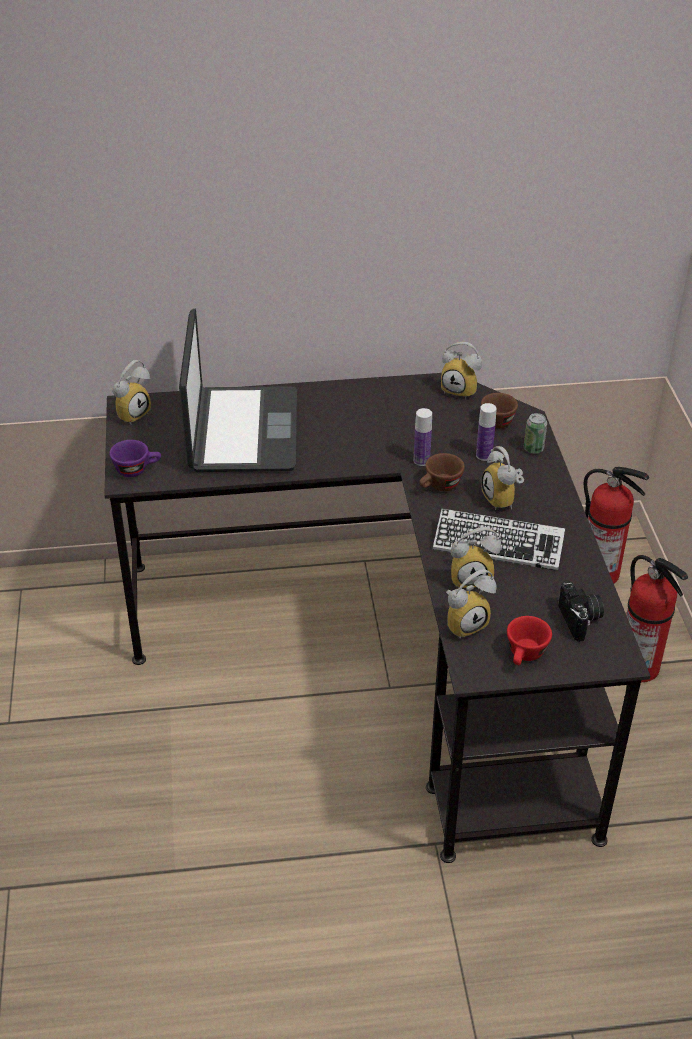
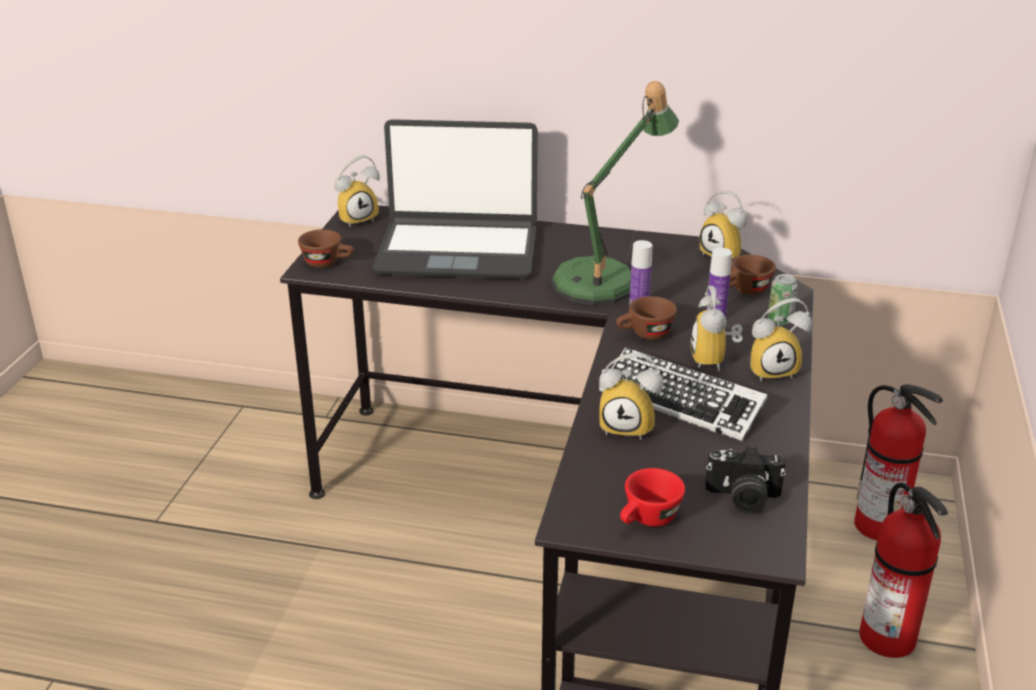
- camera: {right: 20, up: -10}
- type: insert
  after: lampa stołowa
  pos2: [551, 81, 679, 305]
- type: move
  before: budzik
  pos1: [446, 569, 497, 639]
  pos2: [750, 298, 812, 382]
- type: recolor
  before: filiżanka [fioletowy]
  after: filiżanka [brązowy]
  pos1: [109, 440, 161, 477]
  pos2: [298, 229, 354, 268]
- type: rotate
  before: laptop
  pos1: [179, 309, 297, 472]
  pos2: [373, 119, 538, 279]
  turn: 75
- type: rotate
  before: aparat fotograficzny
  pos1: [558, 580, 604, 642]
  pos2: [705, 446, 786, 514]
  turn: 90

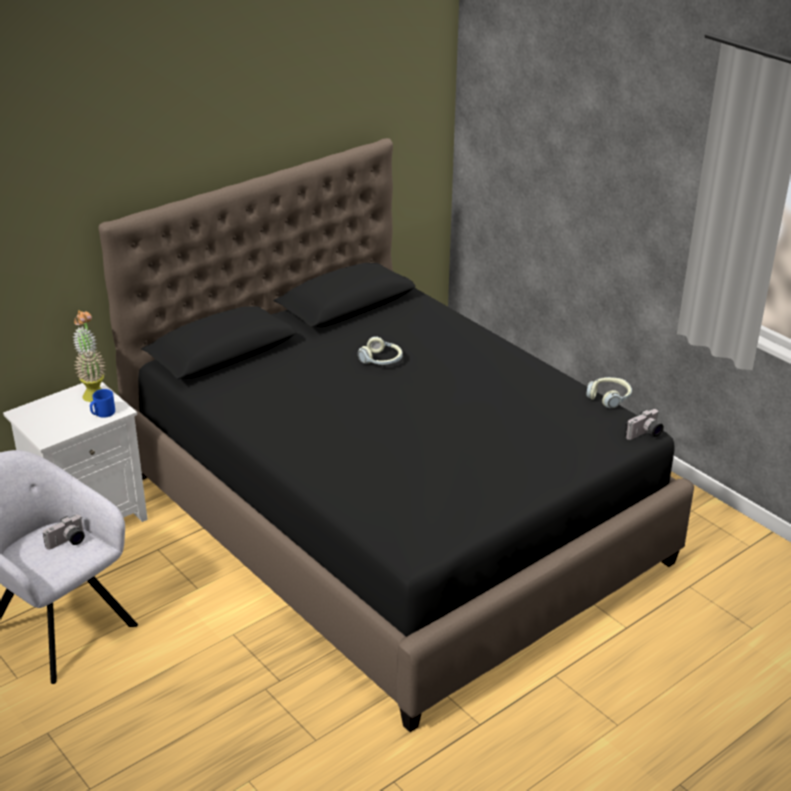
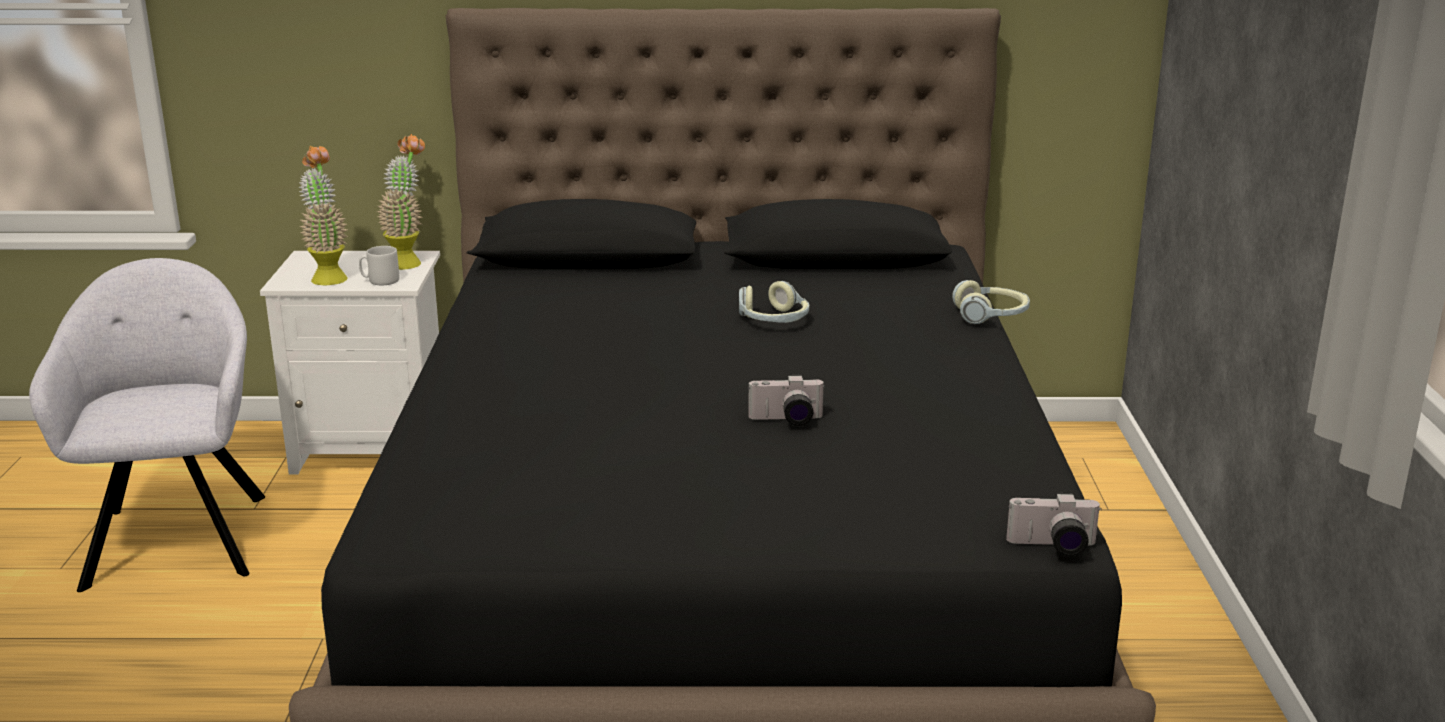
- camera: {right: 40, up: -10}
- type: insert
  after: roślina doniczkowa
  pos2: [299, 146, 349, 285]
- type: move
  before: aparat fotograficzny
  pos1: [43, 515, 85, 550]
  pos2: [748, 375, 825, 426]
- type: move
  before: słuchawki
  pos1: [586, 377, 632, 408]
  pos2: [952, 280, 1030, 324]
- type: recolor
  before: kubek [niebieski]
  after: kubek [szary]
  pos1: [90, 389, 115, 418]
  pos2: [359, 246, 400, 285]

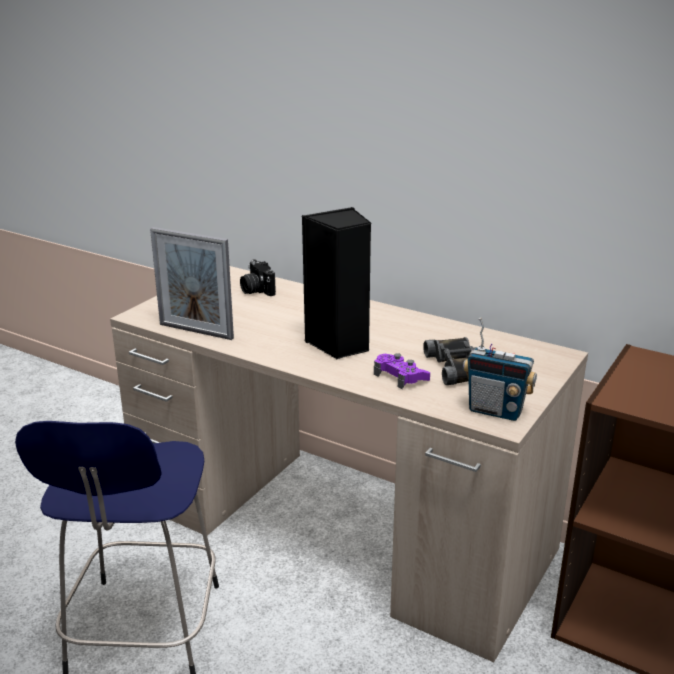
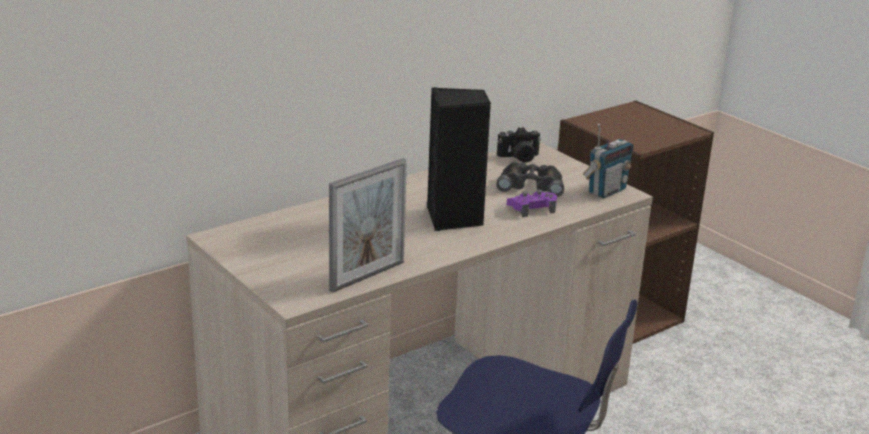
- camera: {right: -70, up: 0}
- type: move
  before: aparat fotograficzny
  pos1: [240, 259, 276, 296]
  pos2: [497, 127, 541, 163]

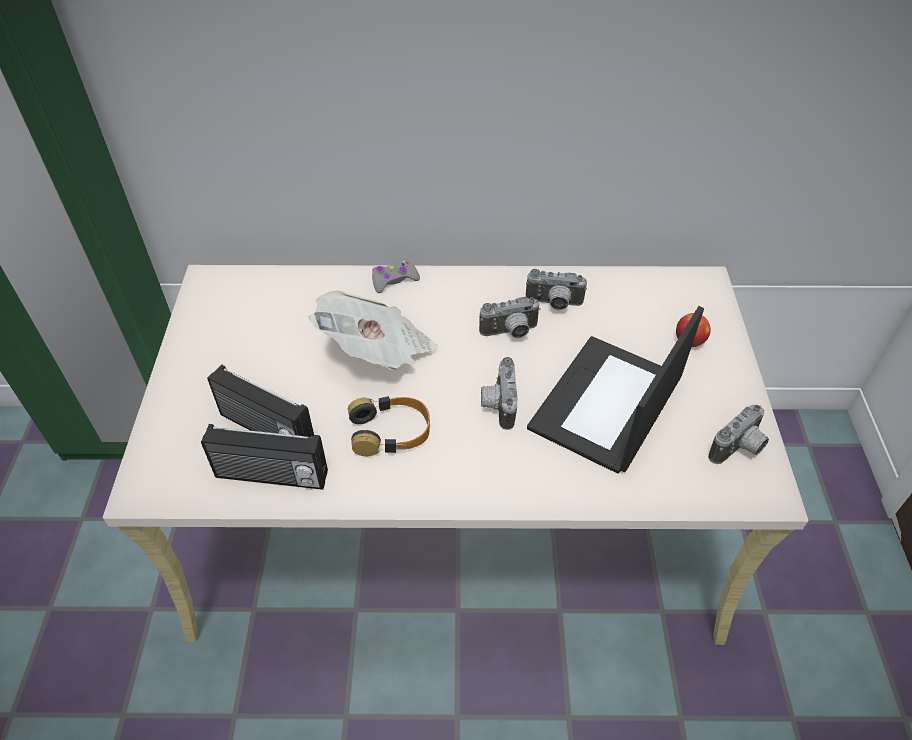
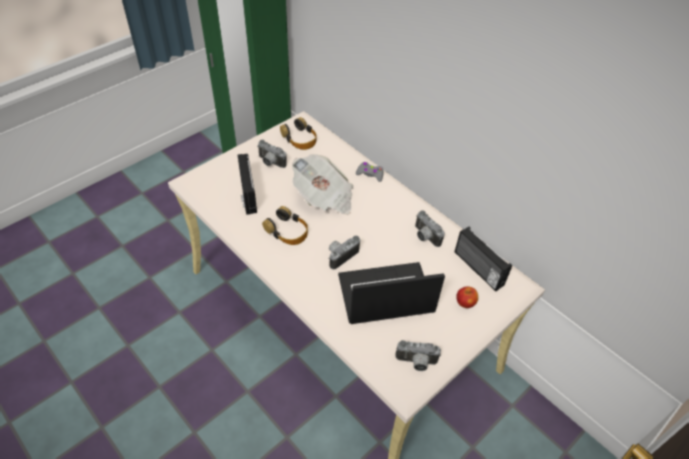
- camera: {right: 45, up: 0}
- type: insert
  after: słuchawki
  pos2: [280, 117, 317, 150]
- type: move
  before: radio
  pos1: [201, 424, 328, 490]
  pos2: [455, 227, 512, 291]
- type: move
  before: aparat fotograficzny
  pos1: [479, 297, 541, 338]
  pos2: [257, 140, 287, 168]

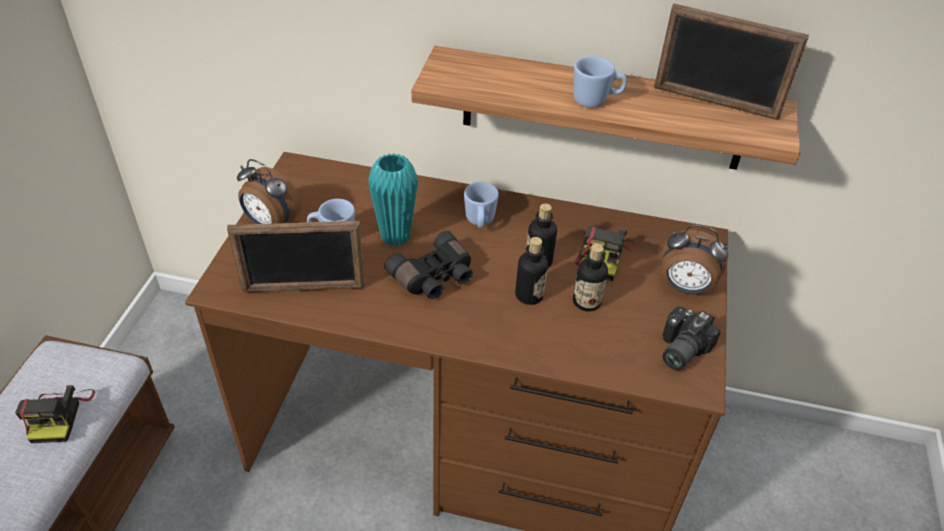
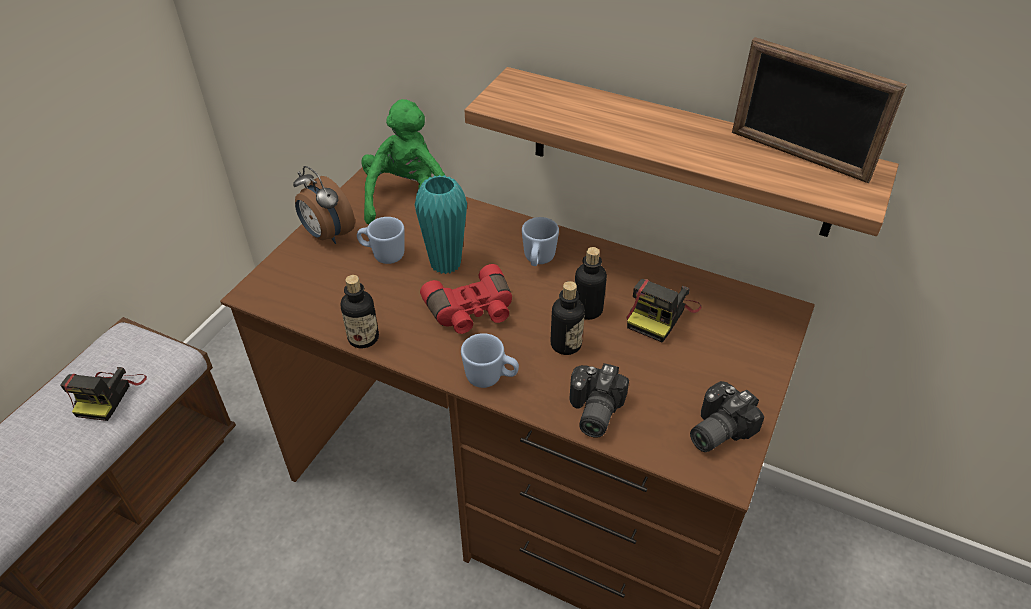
- camera: {right: 15, up: 0}
- type: delete
  before: ramka na zdjęcie
  pos1: [227, 221, 365, 293]
- type: delete
  before: budzik
  pos1: [661, 225, 728, 295]
- type: insert
  after: pluszak [zielony]
  pos2: [361, 99, 445, 225]
- type: insert
  after: aparat fotograficzny
  pos2: [569, 363, 629, 438]
- type: move
  before: kubek [niebieski]
  pos1: [573, 56, 627, 108]
  pos2: [461, 333, 519, 388]
- type: move
  before: butelka
  pos1: [573, 244, 608, 311]
  pos2: [340, 275, 379, 348]
- type: recolor
  before: lornetka [czarny]
  after: lornetka [czerwony]
  pos1: [384, 231, 473, 299]
  pos2: [420, 264, 512, 334]

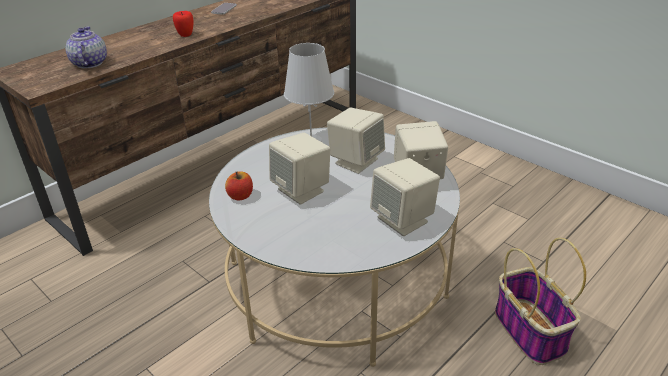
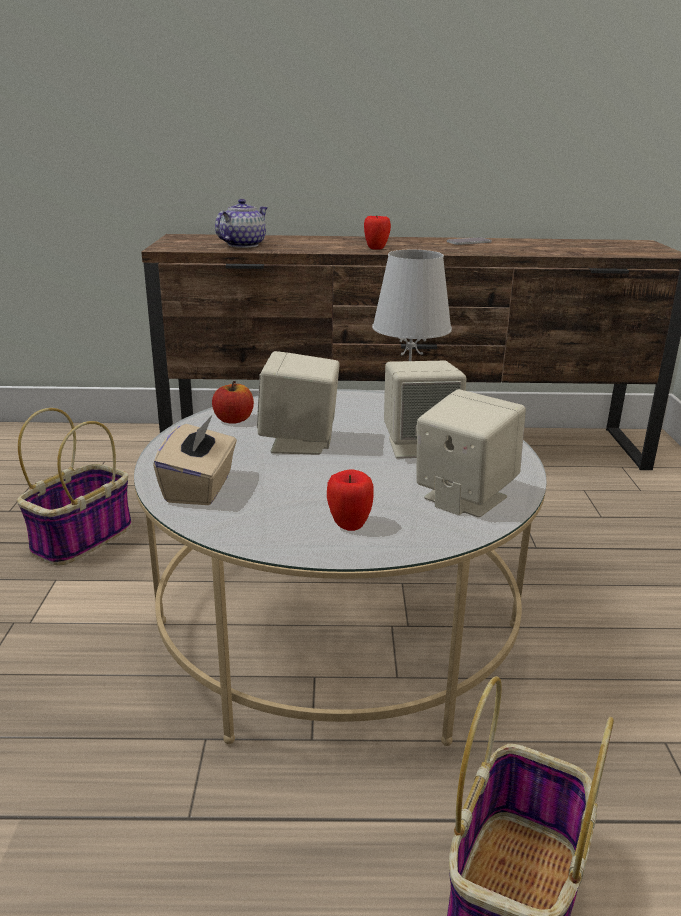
- camera: {right: 45, up: -10}
- type: insert
  after: koszyk
  pos2: [17, 408, 132, 565]
- type: insert
  after: pudełko chusteczek [beżowy]
  pos2: [153, 415, 237, 505]
- type: replace
  before: głośnik [beżowy]
  after: jabłko
  pos1: [370, 158, 440, 236]
  pos2: [327, 469, 374, 531]

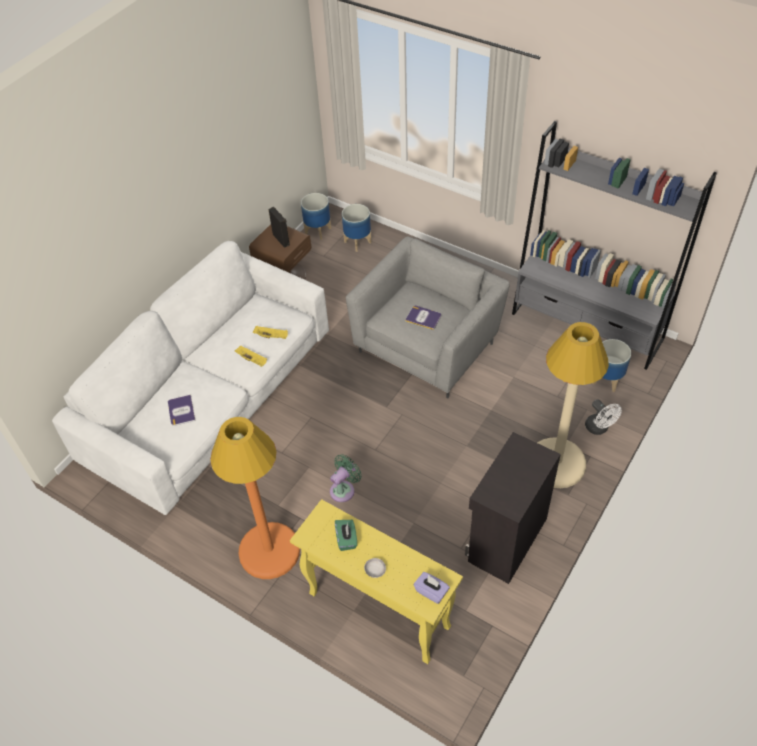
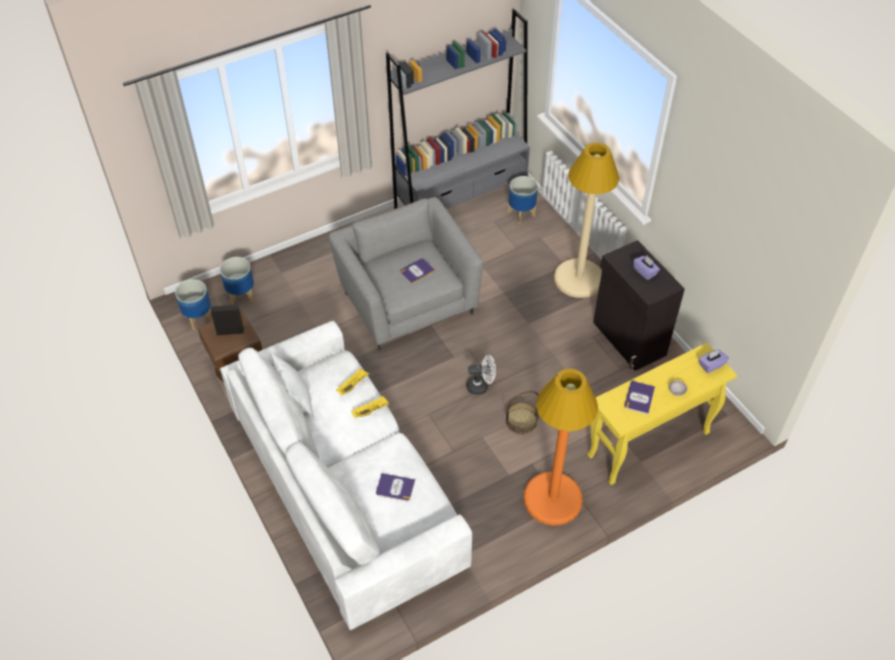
- camera: {right: -65, up: 0}
- type: insert
  after: poduszka [biały]
  pos2: [271, 351, 314, 417]
- type: insert
  after: pudełko chusteczek [fioletowy]
  pos2: [633, 256, 660, 280]
- type: move
  before: wentylator [biały]
  pos1: [585, 399, 622, 435]
  pos2: [467, 355, 496, 395]
- type: replace
  before: wentylator [zielony]
  after: koszyk
  pos1: [330, 454, 362, 502]
  pos2: [506, 391, 539, 435]
- type: replace
  before: pudełko chusteczek [zielony]
  after: książka
  pos1: [335, 520, 357, 551]
  pos2: [624, 381, 655, 414]

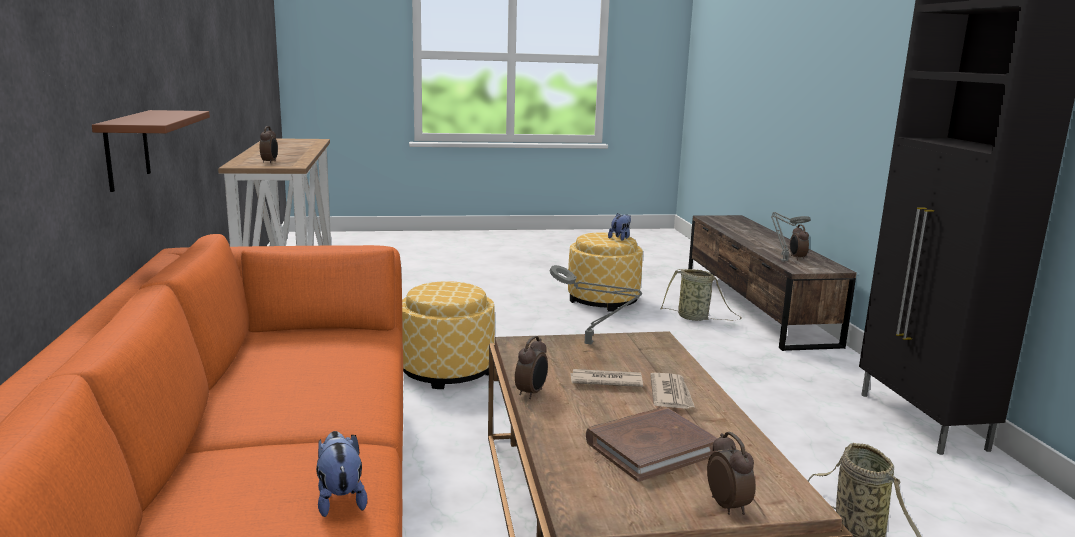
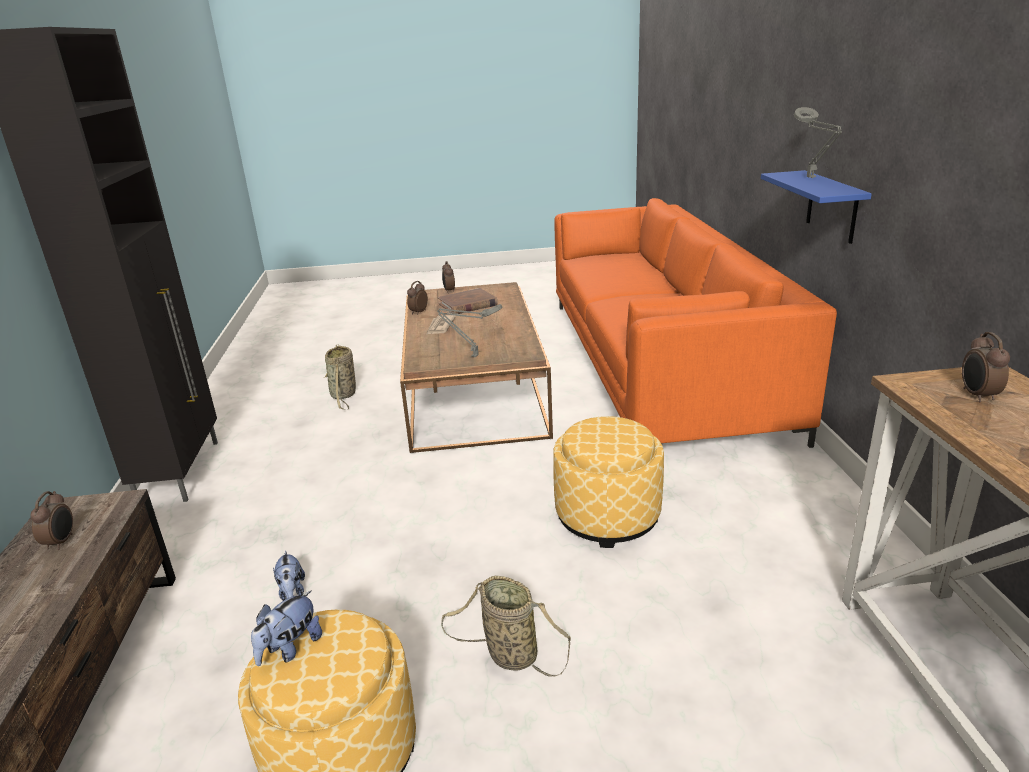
- camera: {right: -175, up: 10}
- type: delete
  before: gazeta
  pos1: [570, 369, 643, 387]
- type: move
  before: pluszak
  pos1: [316, 431, 367, 517]
  pos2: [273, 550, 305, 601]
- type: move
  before: budzik
  pos1: [515, 336, 548, 399]
  pos2: [407, 281, 428, 315]
- type: move
  before: koszyk
  pos1: [661, 269, 742, 321]
  pos2: [441, 576, 571, 677]
- type: move
  before: lampa stołowa [szary]
  pos1: [771, 212, 810, 262]
  pos2: [794, 107, 842, 178]
- type: recolor
  before: półka [brązowy]
  after: półka [niebieski]
  pos1: [92, 110, 210, 192]
  pos2: [761, 170, 872, 244]

